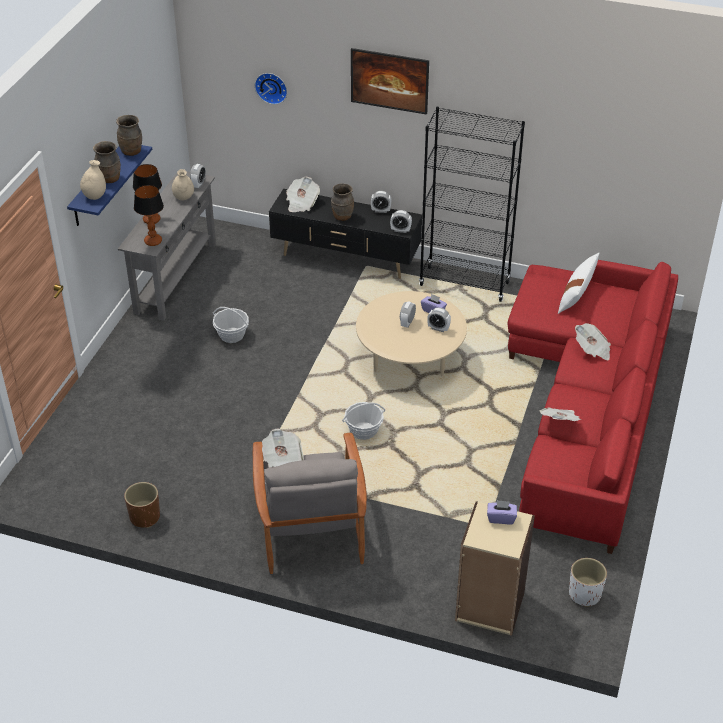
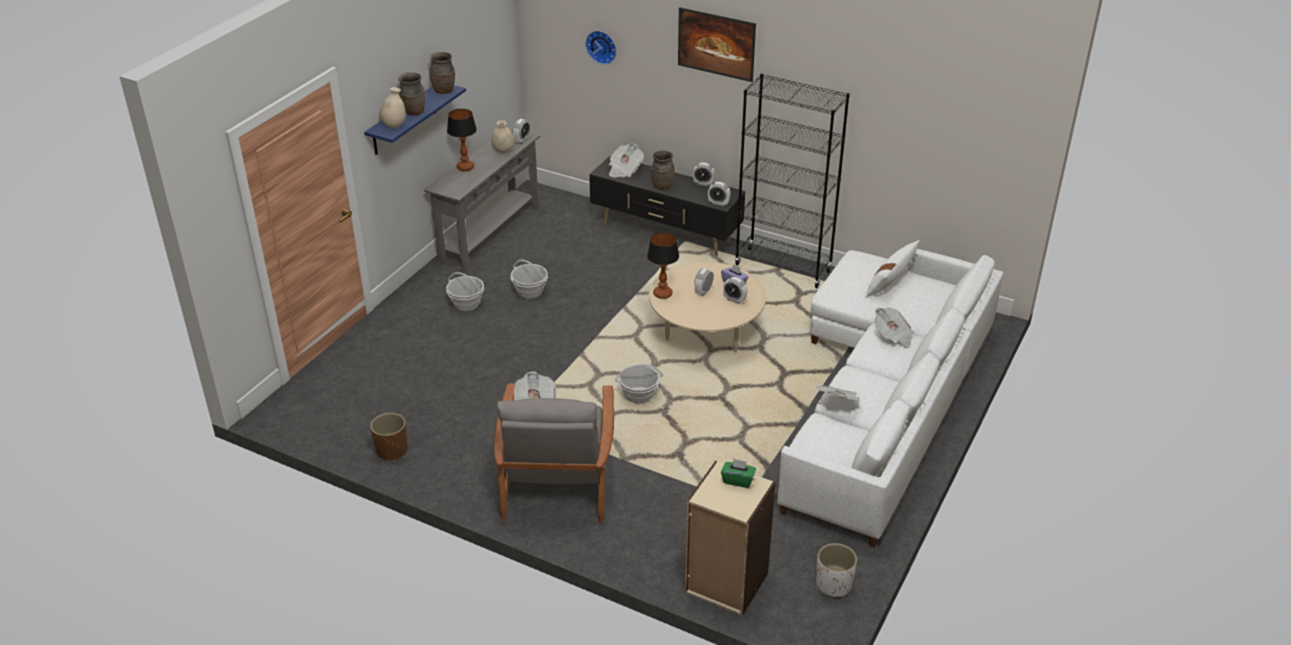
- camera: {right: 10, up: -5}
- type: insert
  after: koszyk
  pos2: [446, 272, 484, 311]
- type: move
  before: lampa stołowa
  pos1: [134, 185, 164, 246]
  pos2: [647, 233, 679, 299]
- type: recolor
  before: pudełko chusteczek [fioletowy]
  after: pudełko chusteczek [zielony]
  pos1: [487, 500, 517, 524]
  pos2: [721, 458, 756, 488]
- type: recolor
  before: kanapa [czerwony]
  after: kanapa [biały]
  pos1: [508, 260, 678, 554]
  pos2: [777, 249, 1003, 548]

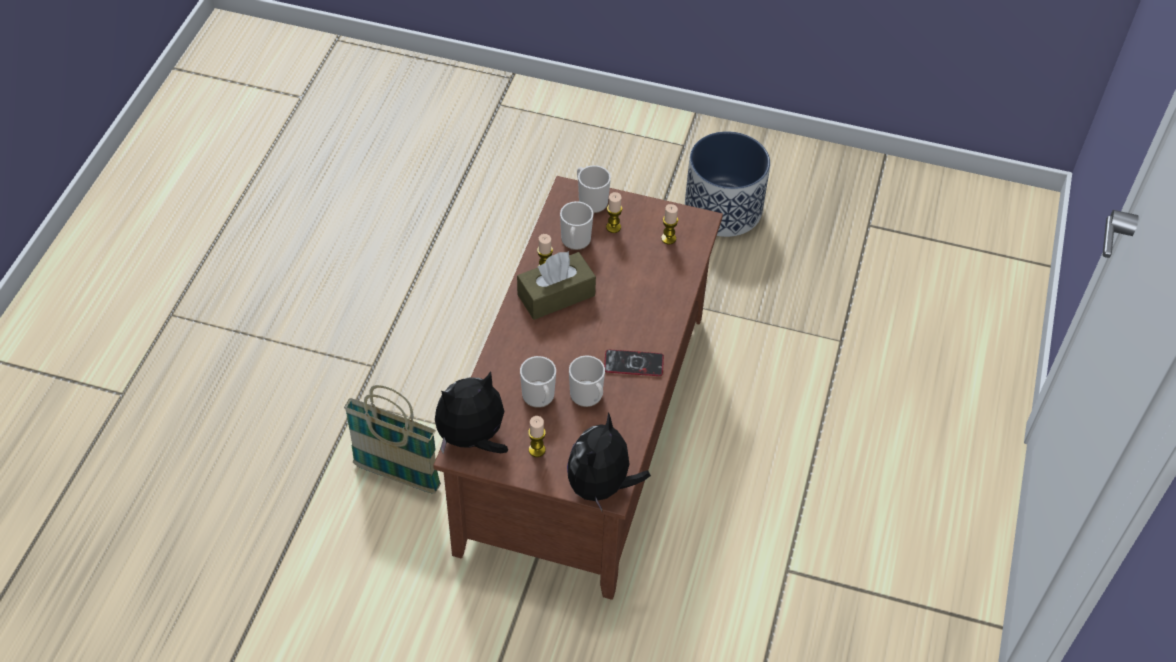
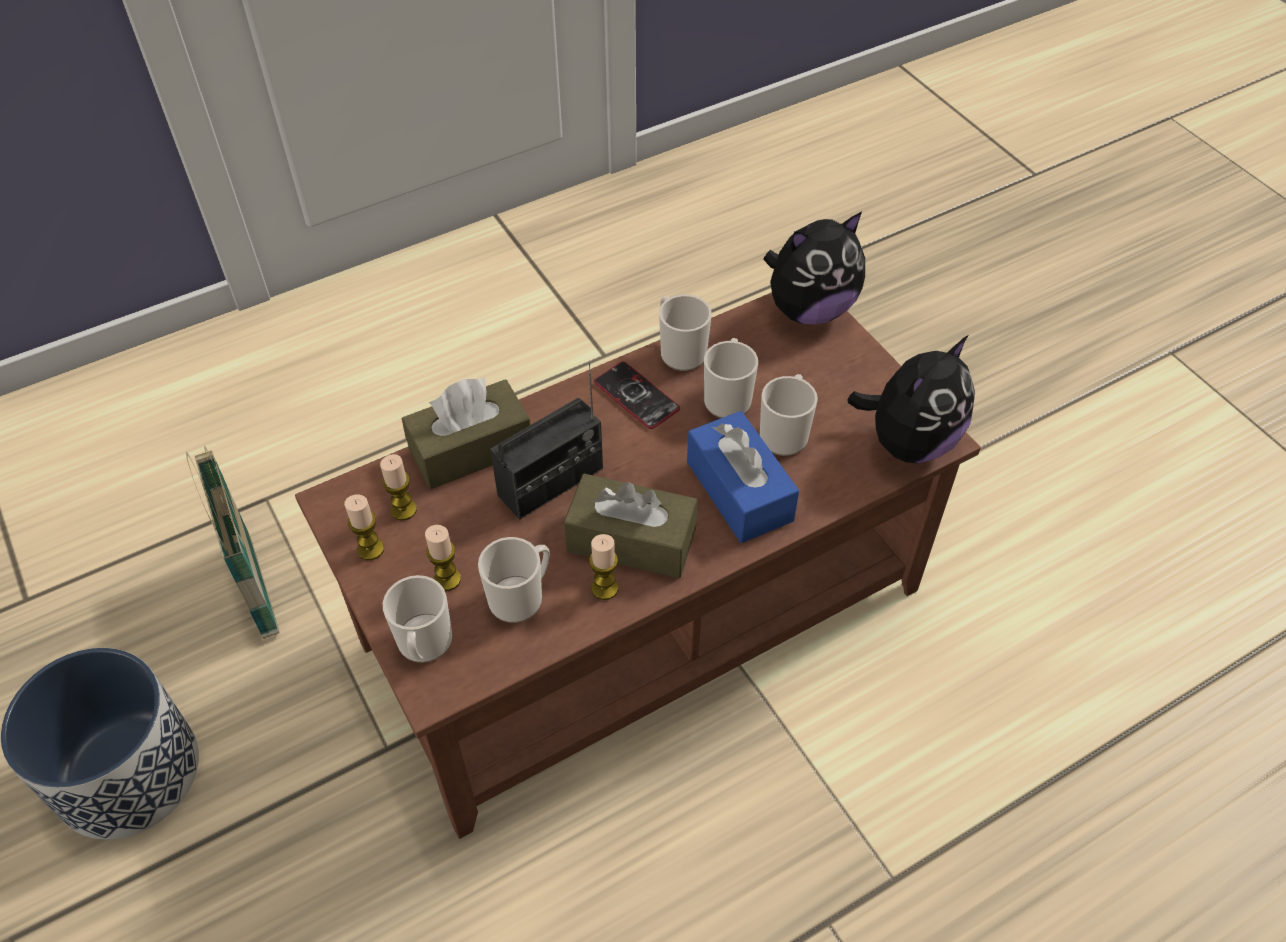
- camera: {right: -135, up: 0}
- type: insert
  after: pudełko chusteczek [brązowy]
  pos2: [402, 377, 530, 489]
- type: insert
  after: radio
  pos2: [490, 362, 603, 520]
- type: insert
  after: kubek
  pos2: [659, 295, 712, 371]
- type: insert
  after: pudełko chusteczek [niebieski]
  pos2: [687, 411, 799, 543]
- type: move
  before: koszyk
  pos1: [344, 385, 441, 494]
  pos2: [186, 445, 279, 639]
- type: move
  before: świeca
  pos1: [528, 416, 546, 457]
  pos2: [344, 495, 384, 560]
- type: rotate
  before: pluszak
  pos1: [435, 372, 508, 454]
  pos2: [847, 336, 975, 463]
  turn: -60

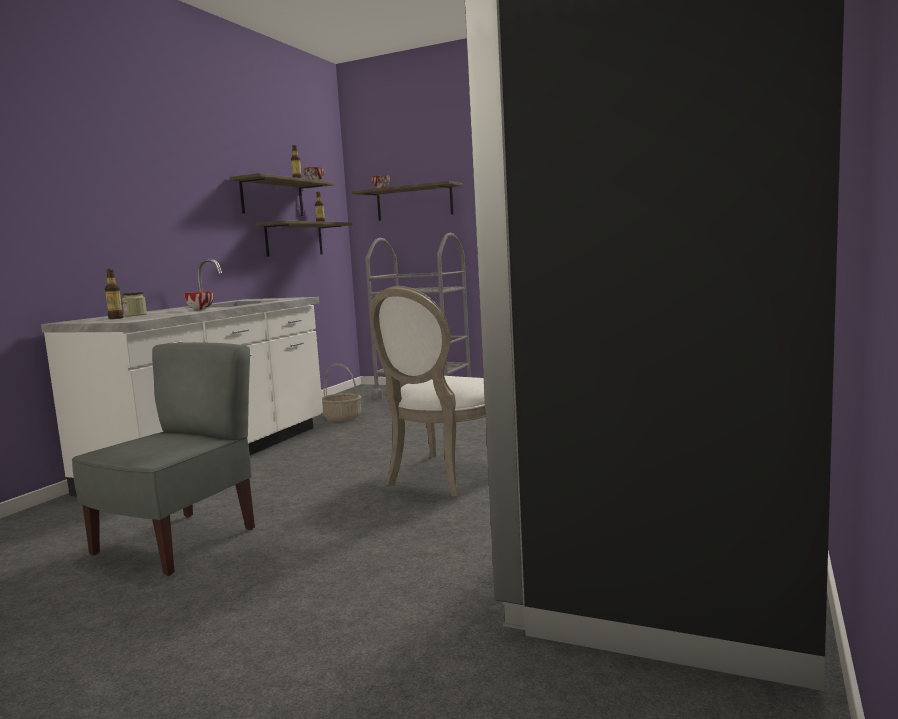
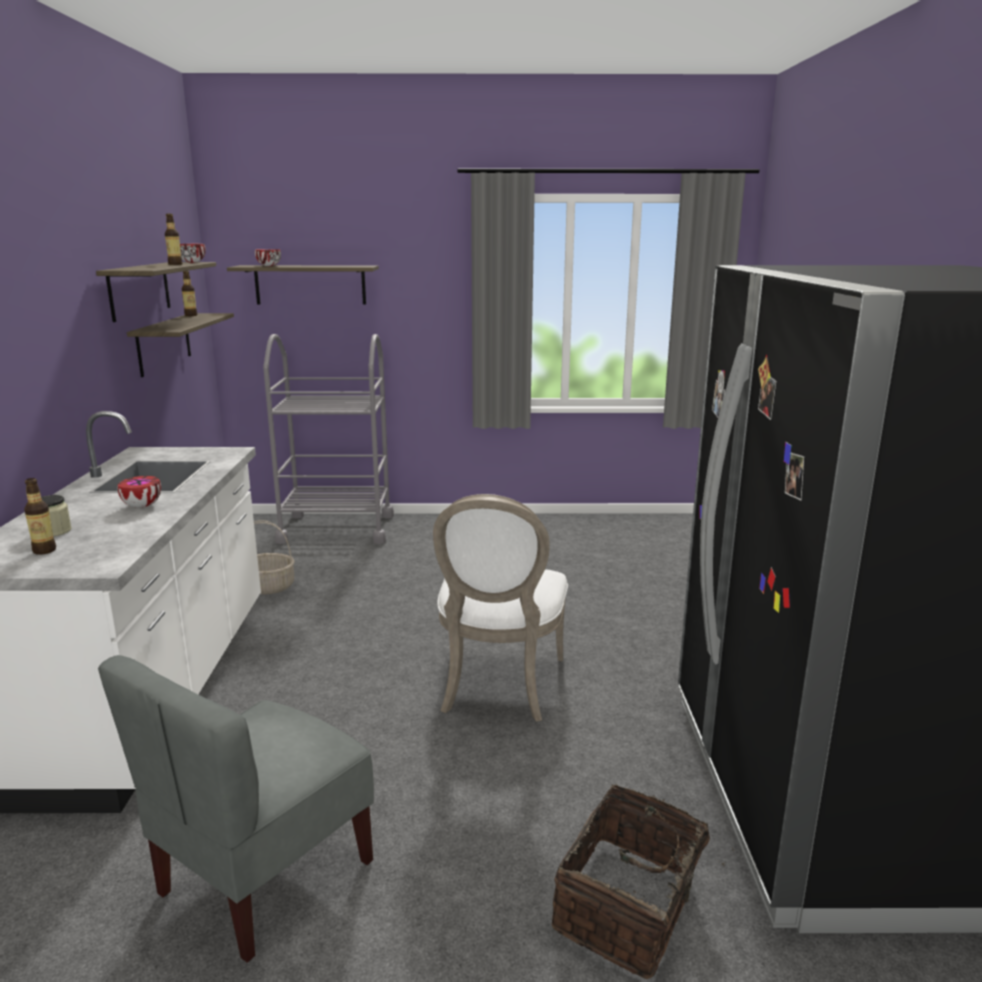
- camera: {right: -25, up: 10}
- type: insert
  after: koszyk
  pos2: [552, 784, 734, 979]
- type: rotate
  before: krzesło [szary]
  pos1: [72, 342, 255, 576]
  pos2: [98, 655, 374, 963]
  turn: -150

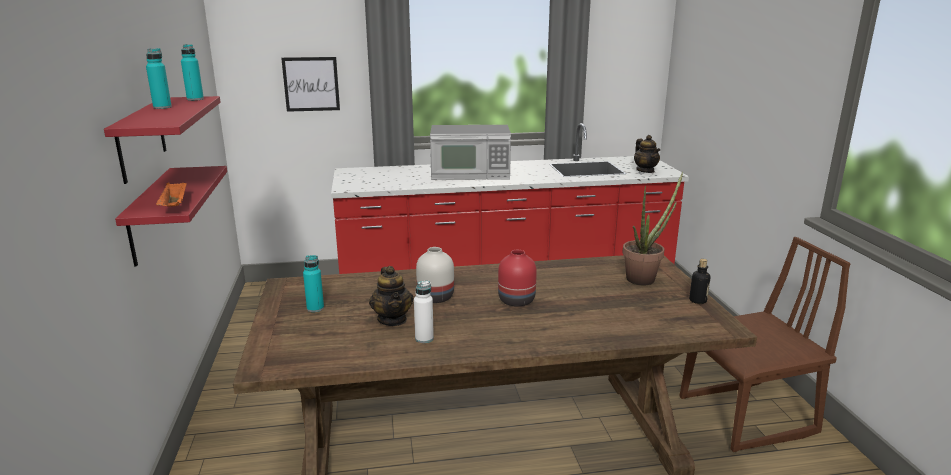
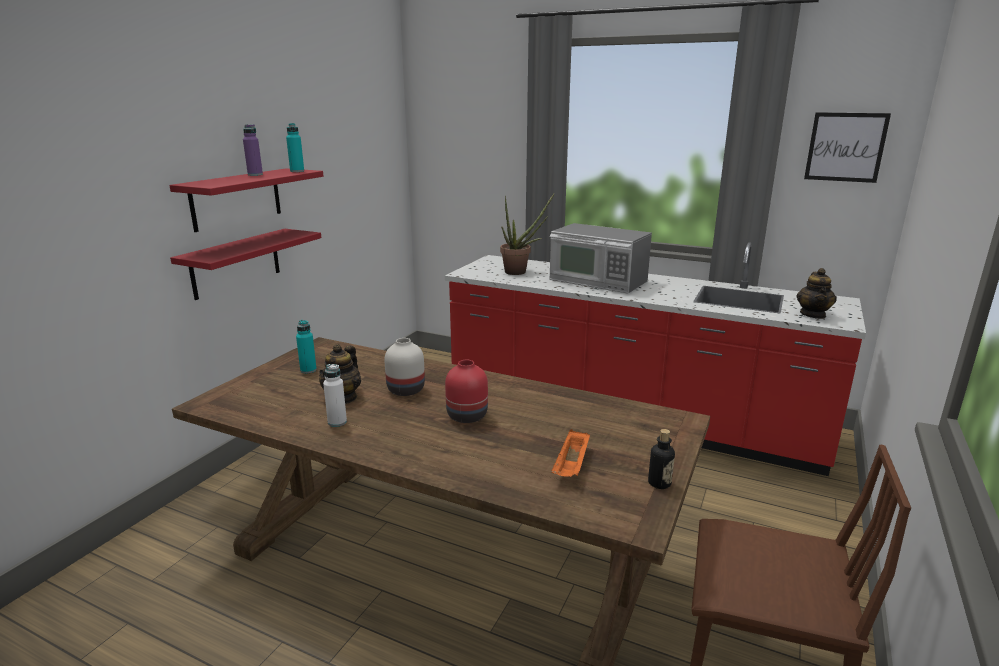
- camera: {right: 35, up: 0}
- type: move
  before: taca [pomarańczowy]
  pos1: [156, 182, 186, 207]
  pos2: [551, 429, 590, 477]
- type: move
  before: obraz
  pos1: [281, 57, 340, 112]
  pos2: [804, 112, 891, 183]
- type: move
  before: roślina doniczkowa
  pos1: [622, 172, 683, 285]
  pos2: [500, 194, 554, 275]
- type: recolor
  before: butelka [turkusowy]
  after: butelka [fioletowy]
  pos1: [146, 48, 172, 109]
  pos2: [243, 124, 263, 176]

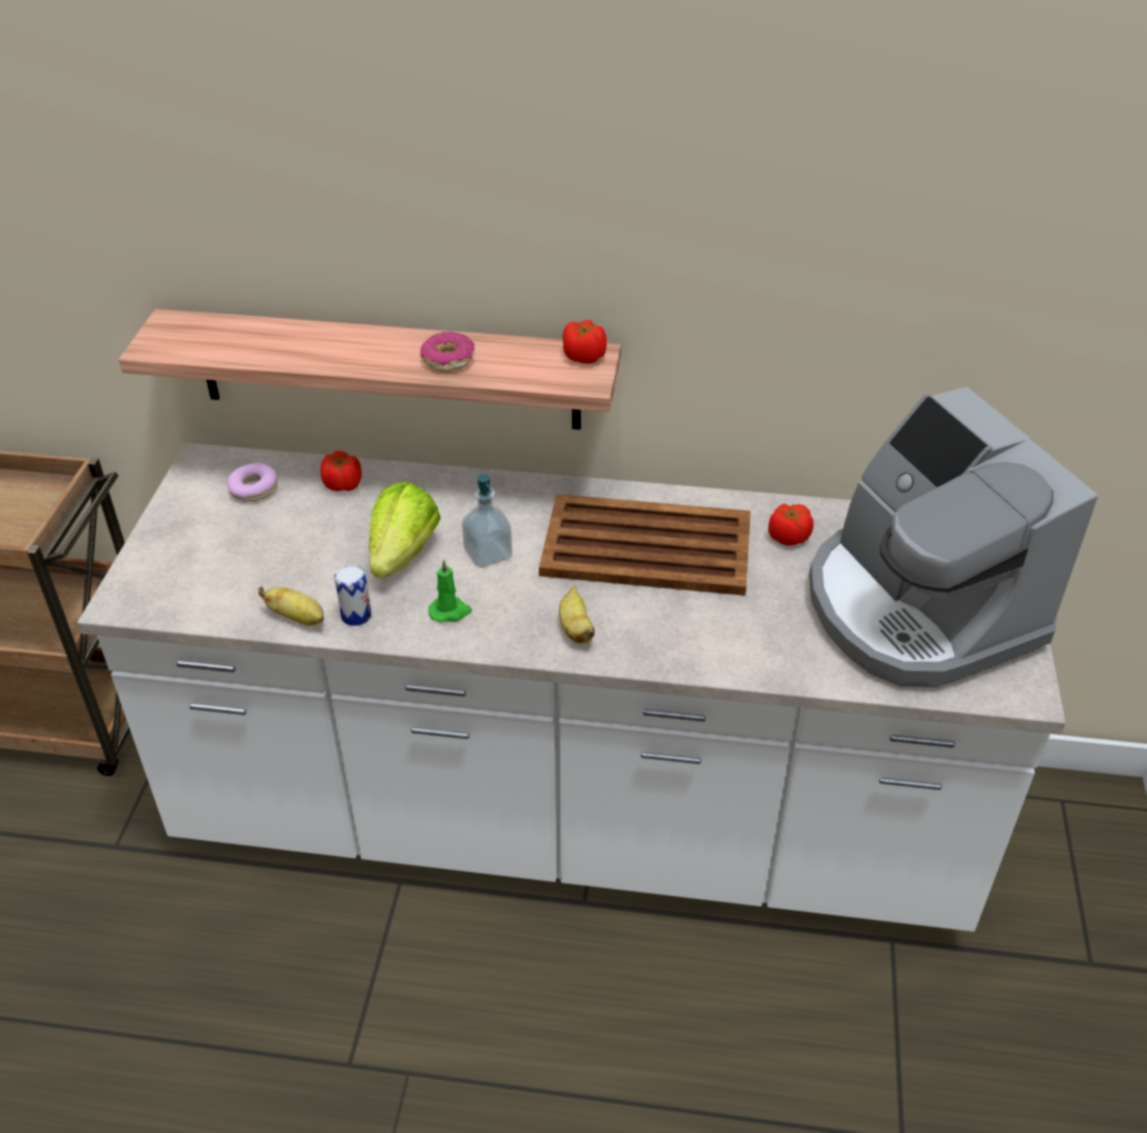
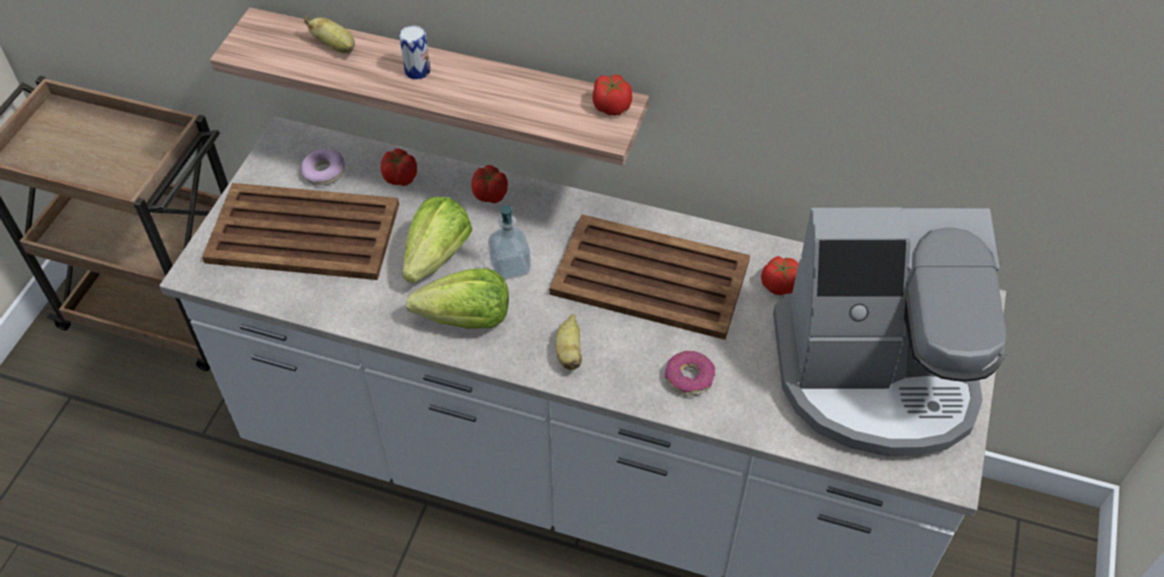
- camera: {right: 10, up: 10}
- type: insert
  after: taca [brązowy]
  pos2: [202, 183, 399, 280]
- type: insert
  after: pomidor
  pos2: [471, 165, 508, 203]
- type: move
  before: banan
  pos1: [259, 587, 324, 626]
  pos2: [304, 15, 355, 53]
- type: move
  before: puszka
  pos1: [334, 565, 371, 626]
  pos2: [399, 26, 431, 79]
- type: move
  before: donut
  pos1: [420, 332, 475, 371]
  pos2: [665, 351, 715, 396]
- type: replace
  before: świeca [zielony]
  after: sałata
  pos1: [428, 560, 472, 622]
  pos2: [406, 269, 509, 328]
- type: rotate
  before: ekspres do kawy
  pos1: [809, 387, 1098, 687]
  pos2: [773, 208, 1006, 456]
  turn: -75

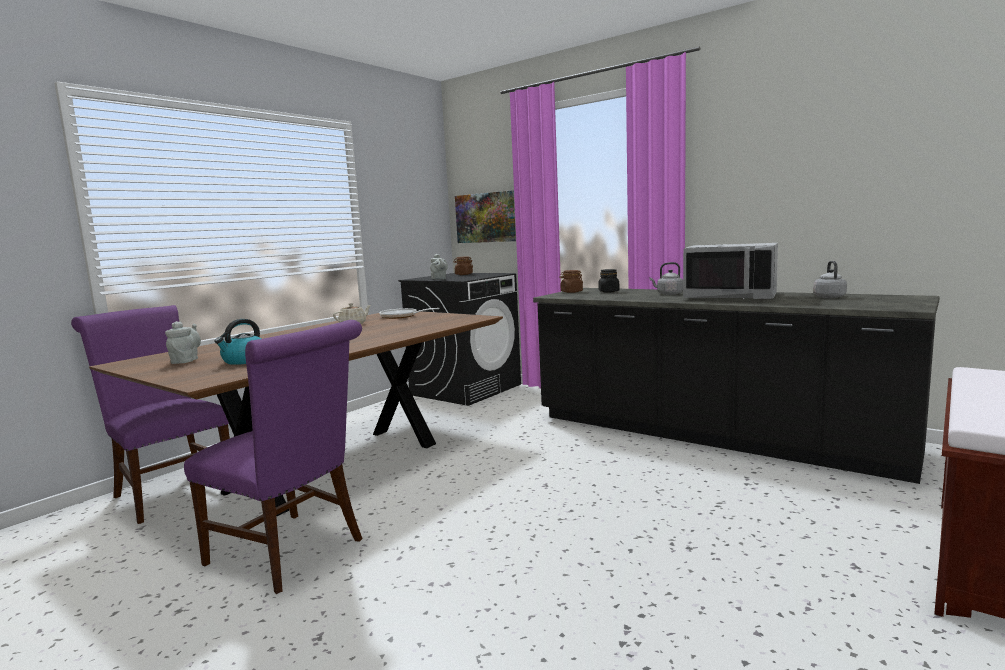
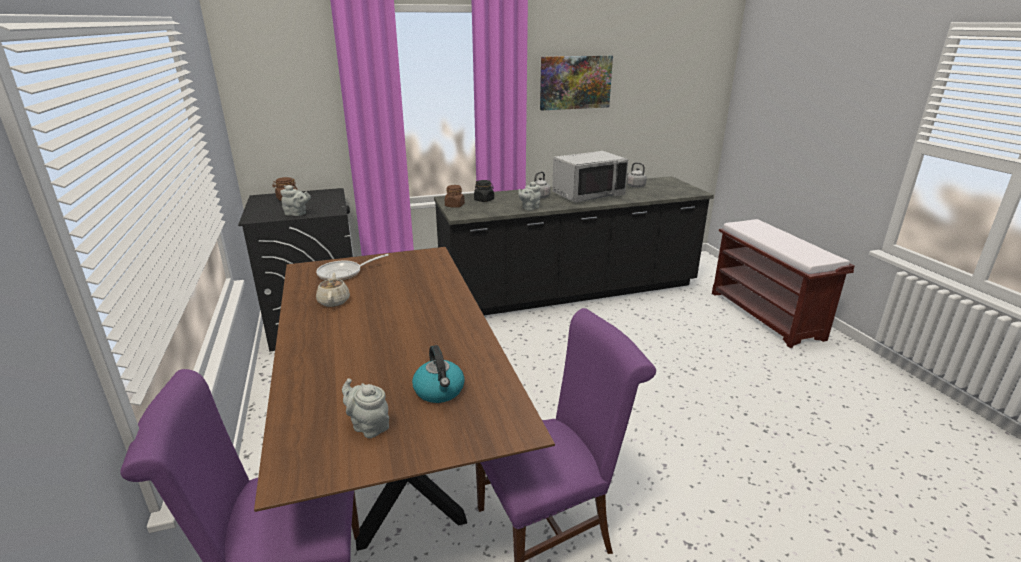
- camera: {right: -55, up: 15}
- type: insert
  after: imbryk [szary]
  pos2: [518, 181, 541, 211]
- type: move
  before: obraz
  pos1: [455, 191, 516, 243]
  pos2: [540, 55, 613, 111]

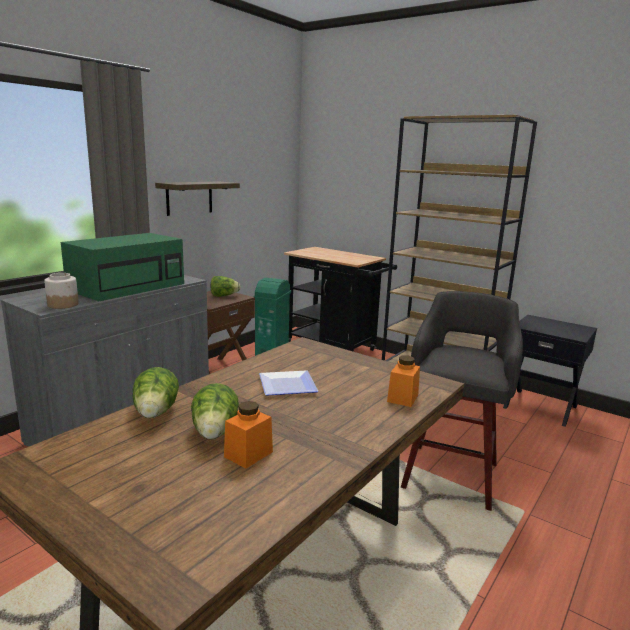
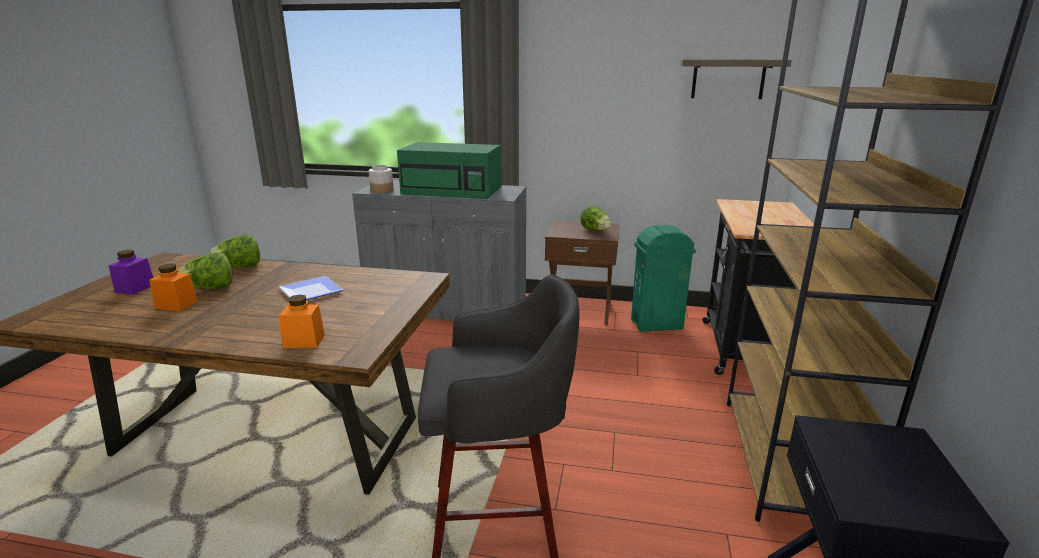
- camera: {right: 65, up: 5}
- type: insert
  after: słoik [fioletowy]
  pos2: [108, 250, 153, 295]
- type: move
  before: półka
  pos1: [155, 181, 240, 216]
  pos2: [680, 59, 792, 99]

